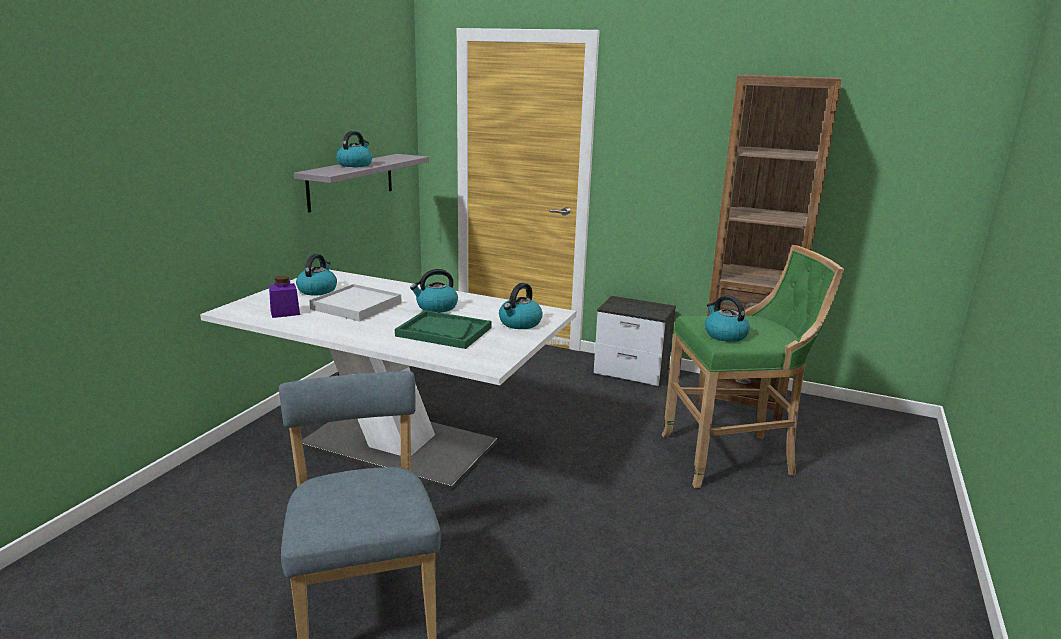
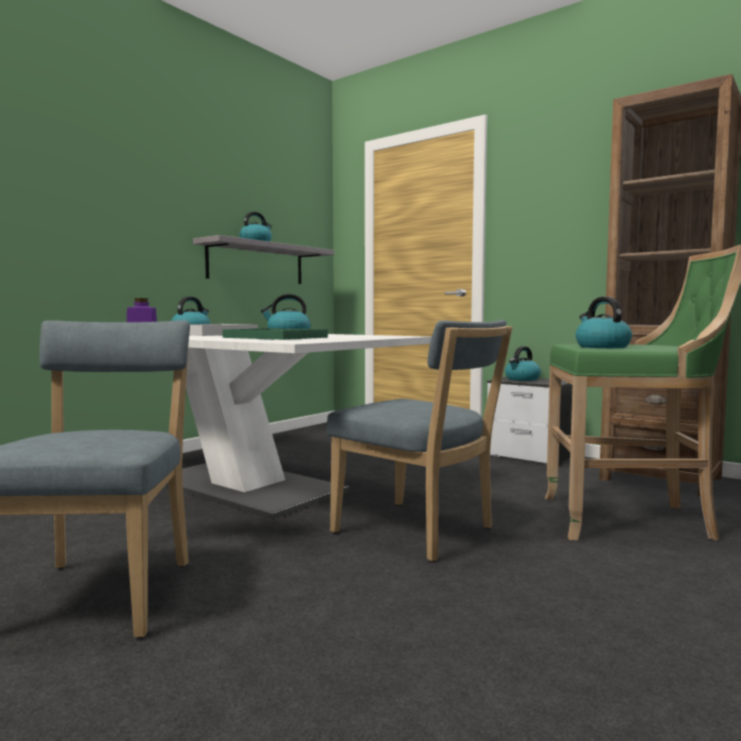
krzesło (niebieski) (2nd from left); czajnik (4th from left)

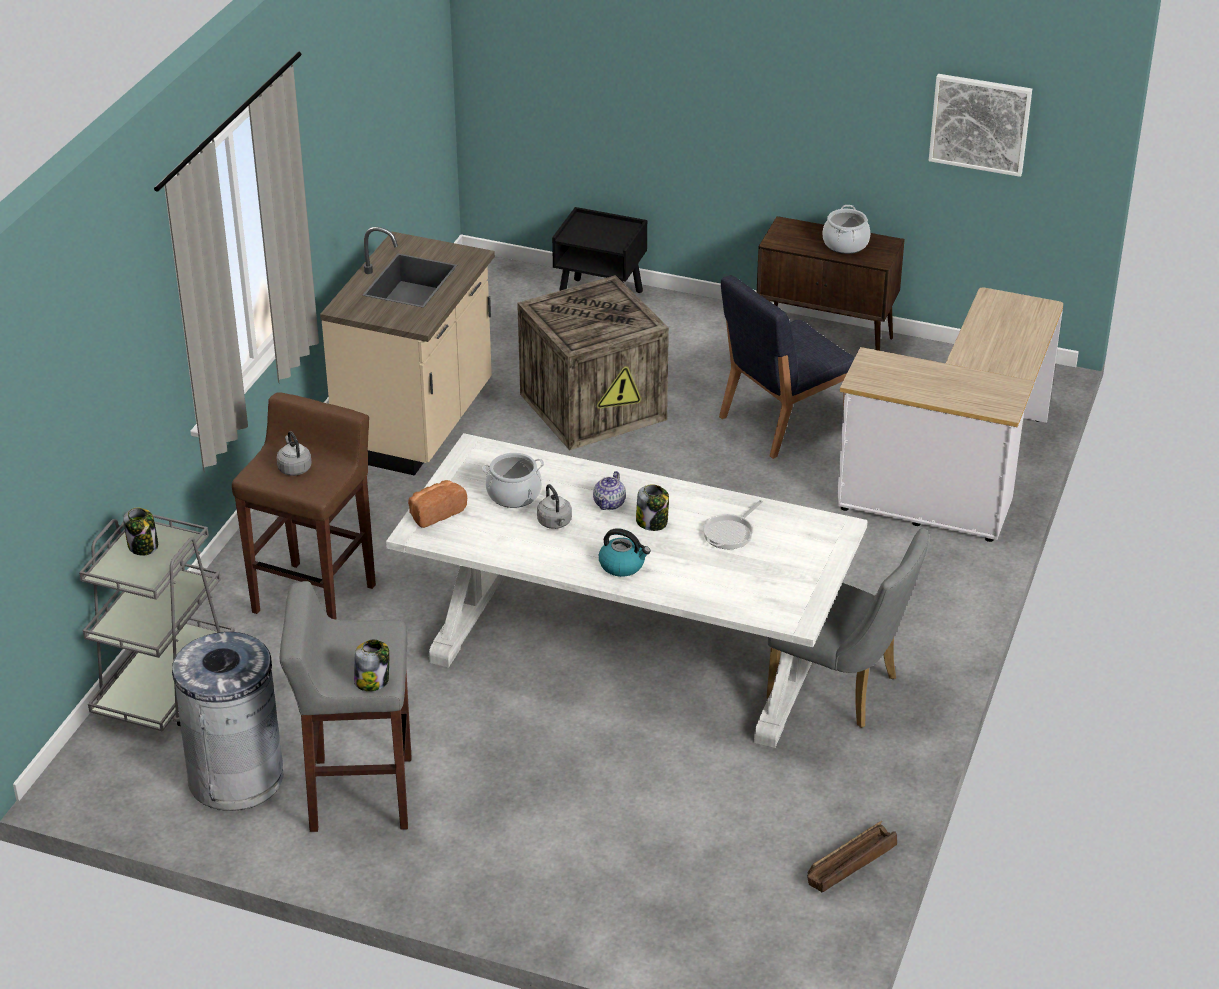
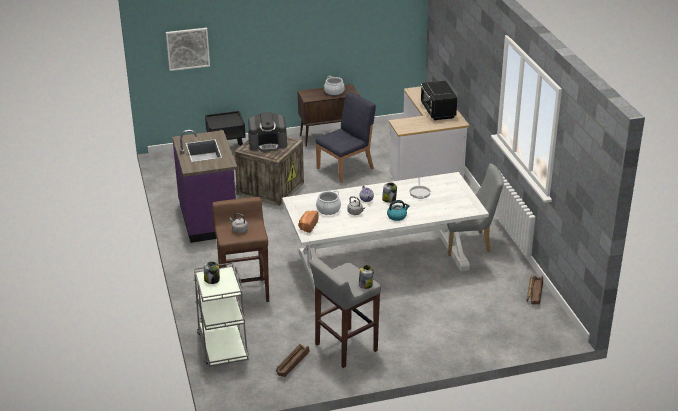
obraz; zabudowa kuchenna (fioletowy); ekspres do kawy; skrzynka (2nd from left); krzesło (niebieski); mikrofalówka (czarny)

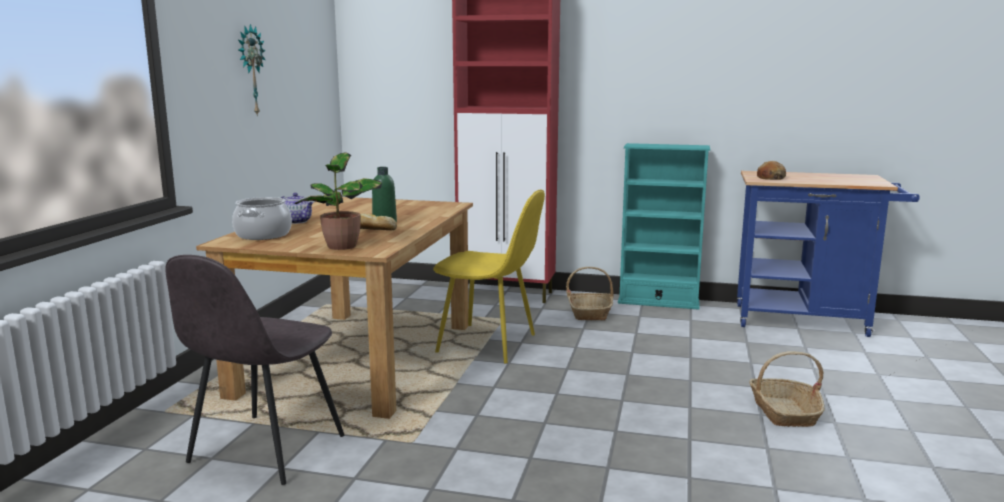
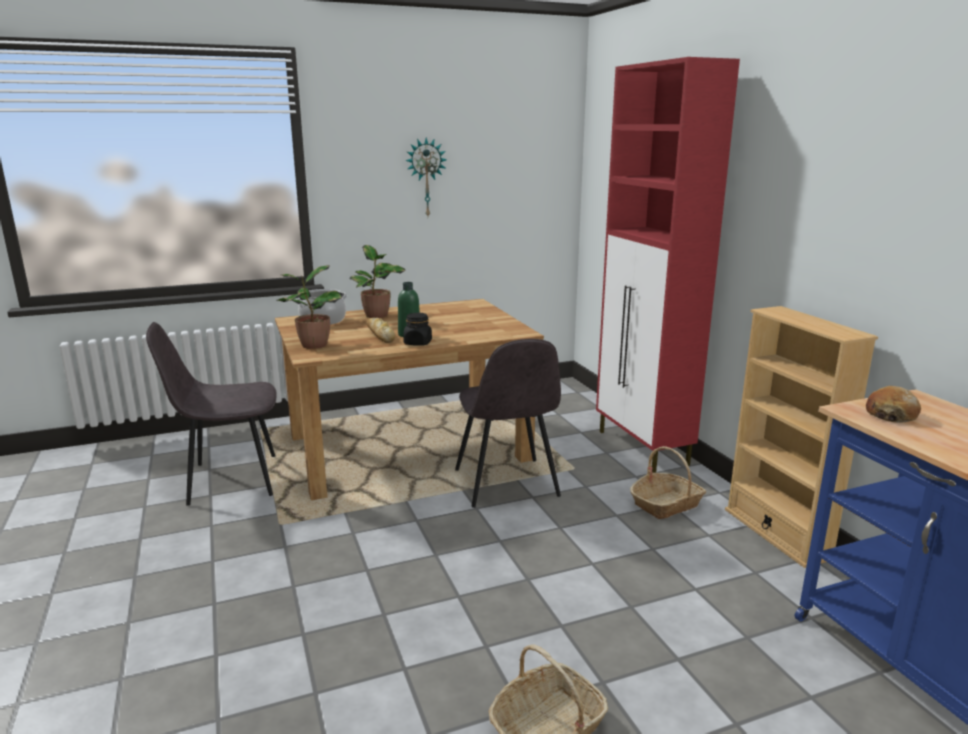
roślina doniczkowa (2nd from left); słoik (czarny); krzesło (szary) (2nd from left); regał (beżowy)

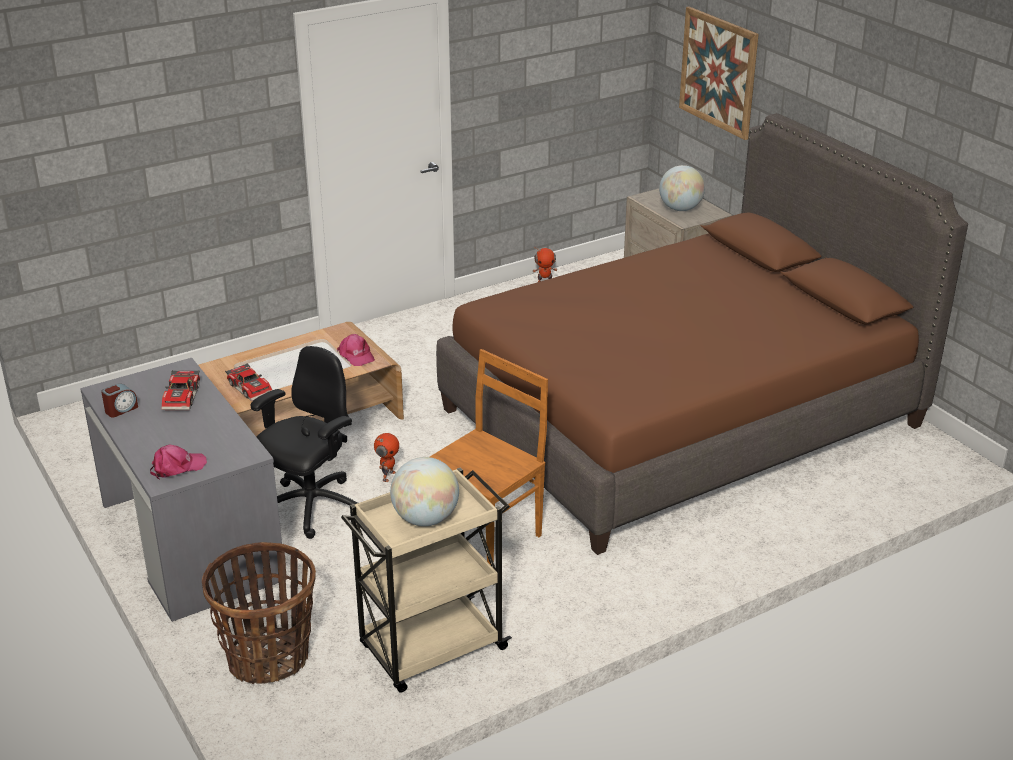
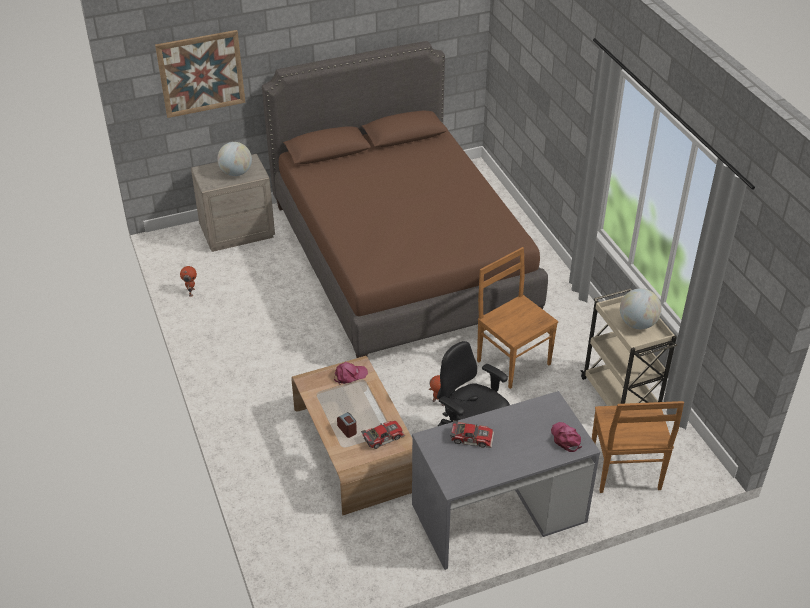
budzik; krzesło (brązowy) (2nd from left)

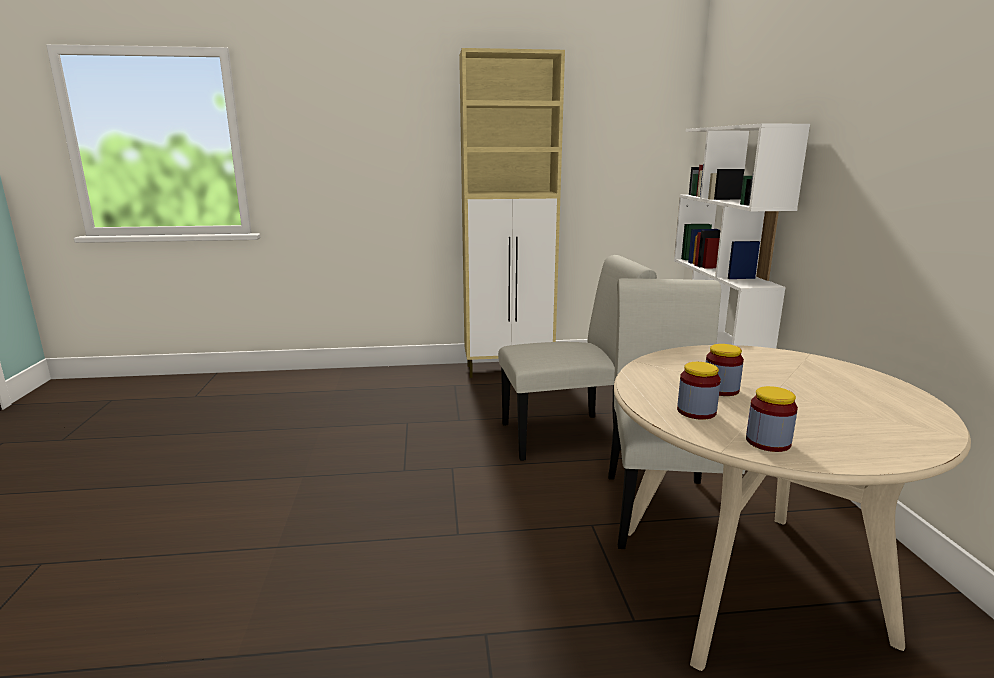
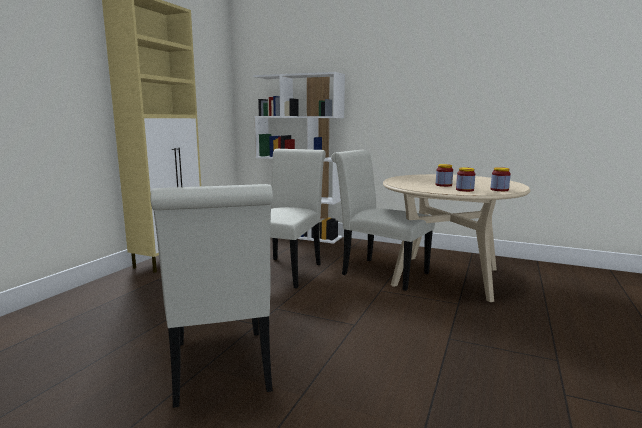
krzesło (biały) (1st from left)

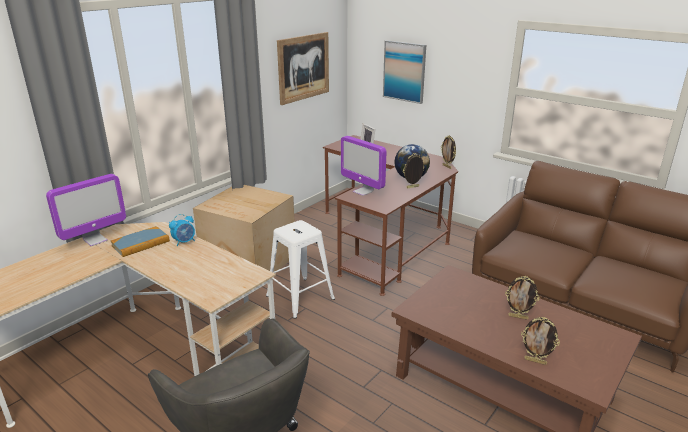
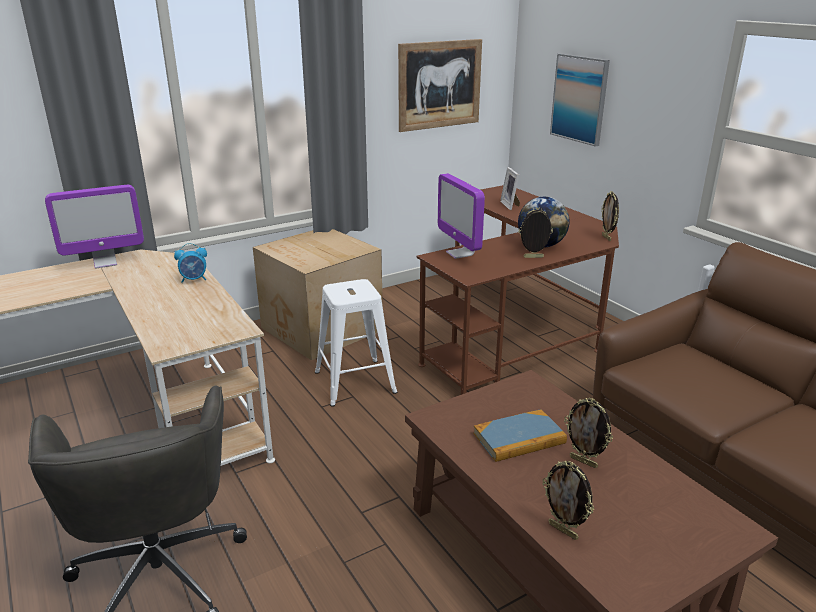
książka

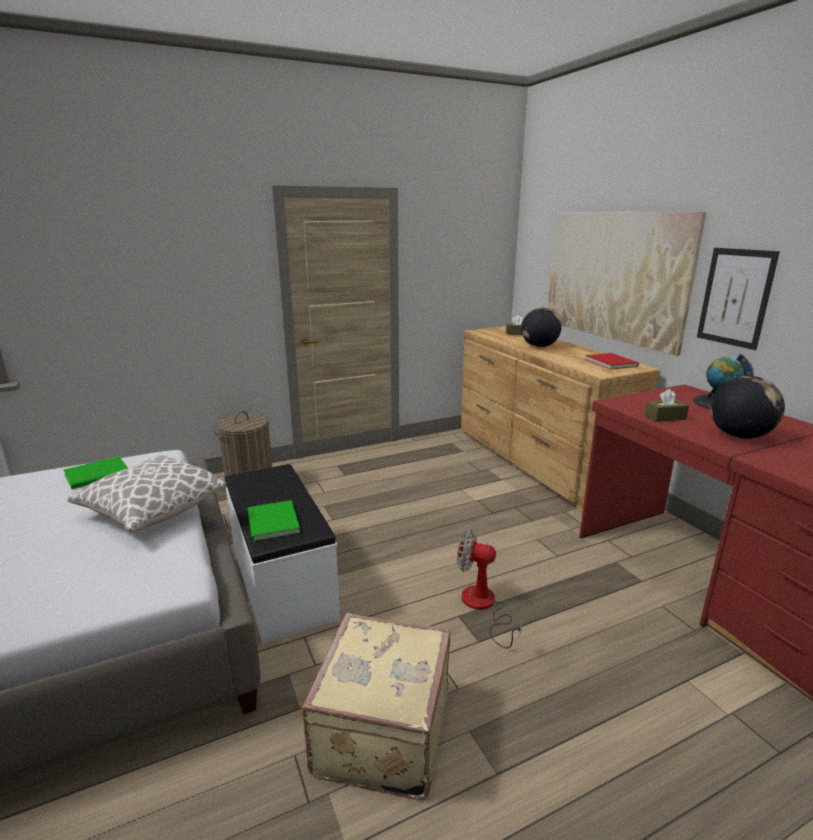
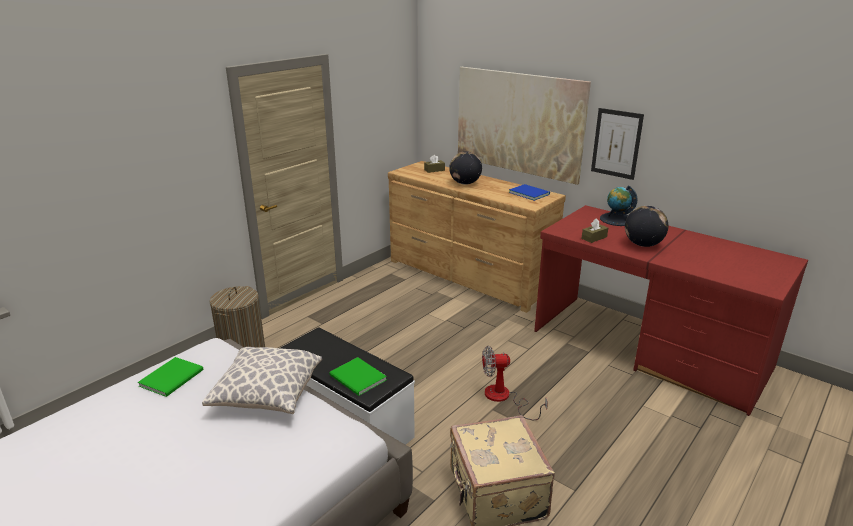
książka (niebieski)

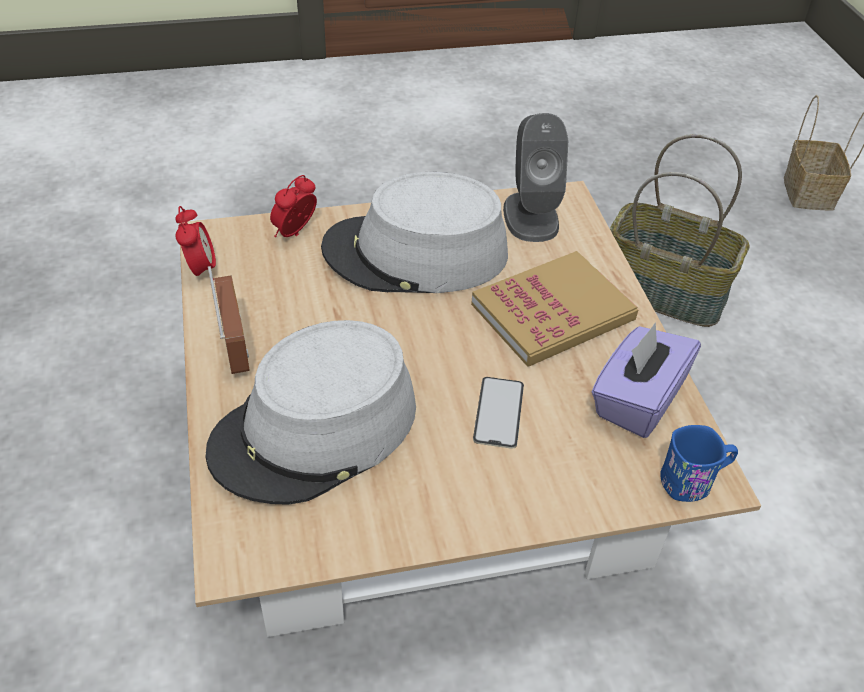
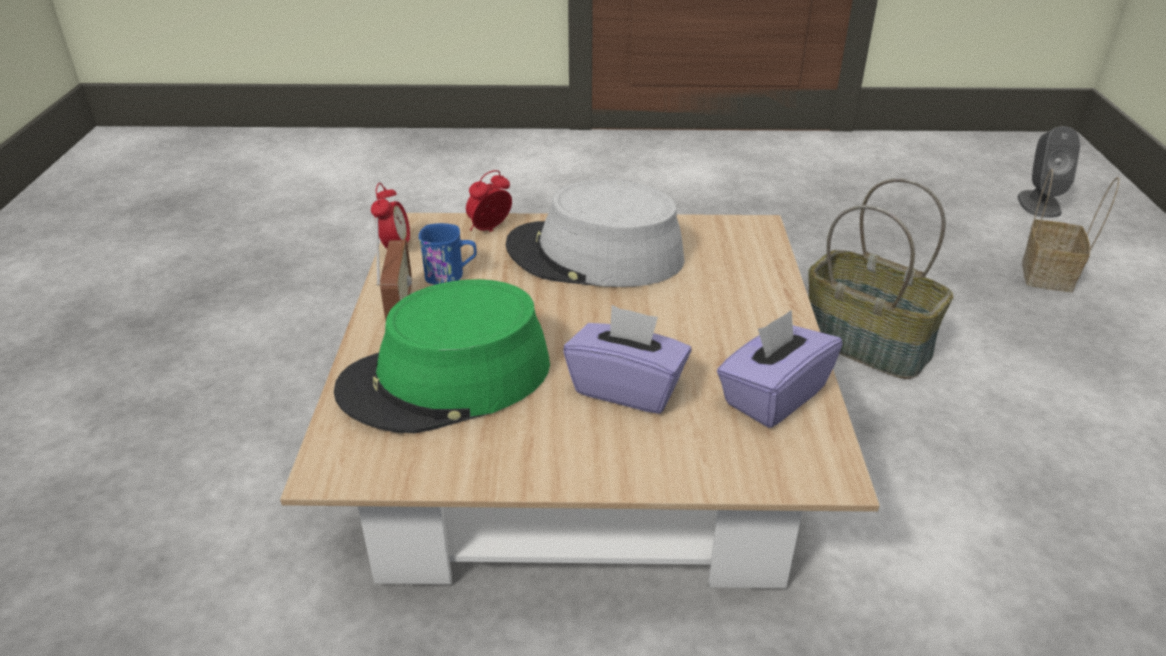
kapelusz (zielony); kubek (niebieski); pudełko chusteczek (fioletowy) (1st from left); głośnik (szary); książka

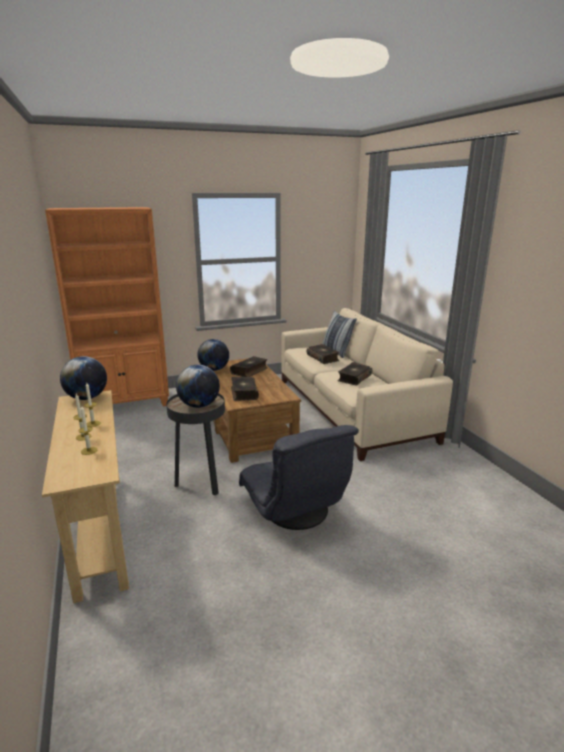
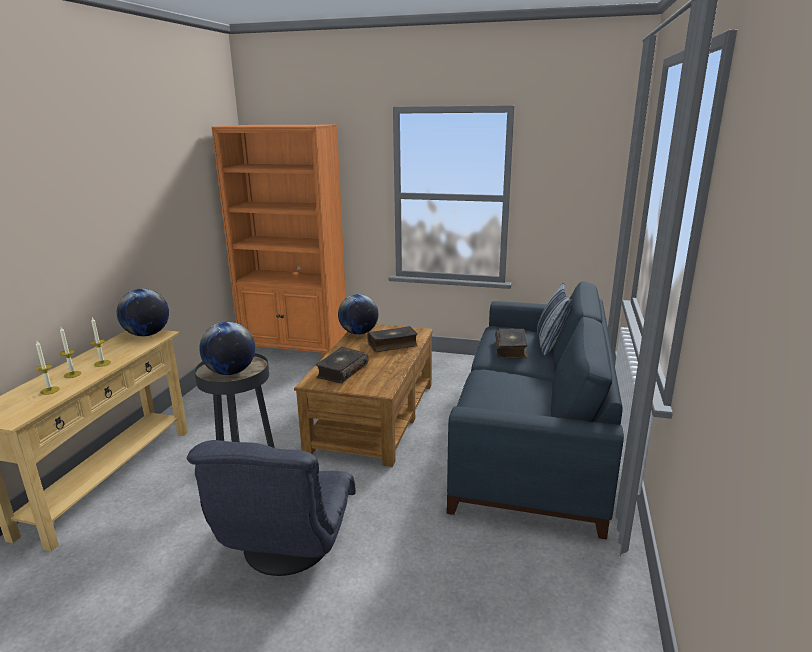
kanapa (niebieski); książka (4th from left in the first image)

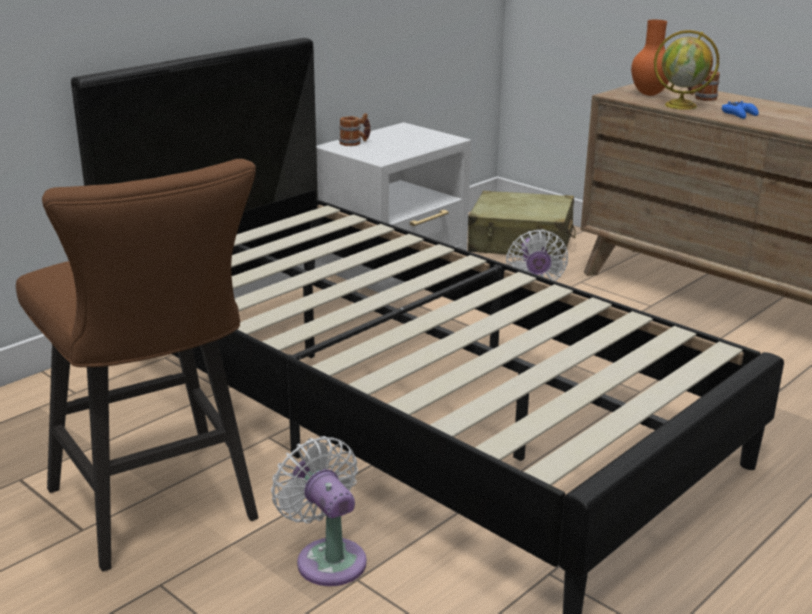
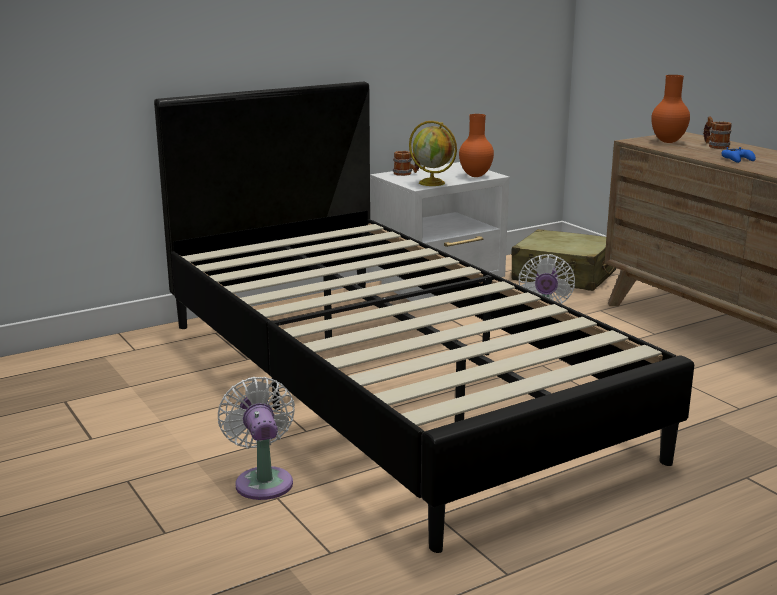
globus; wazon (pomarańczowy) (1st from left); stołek (brązowy)

